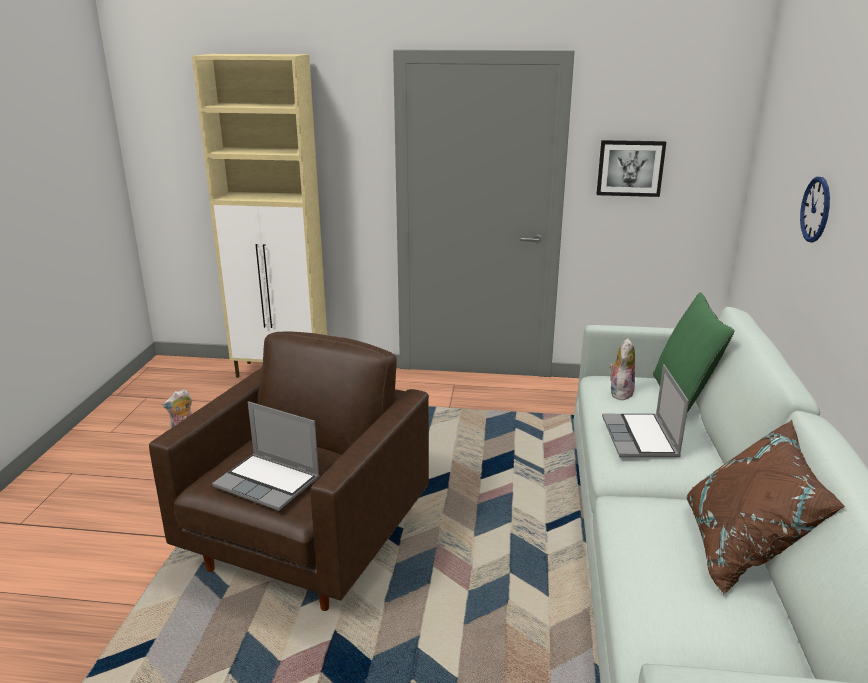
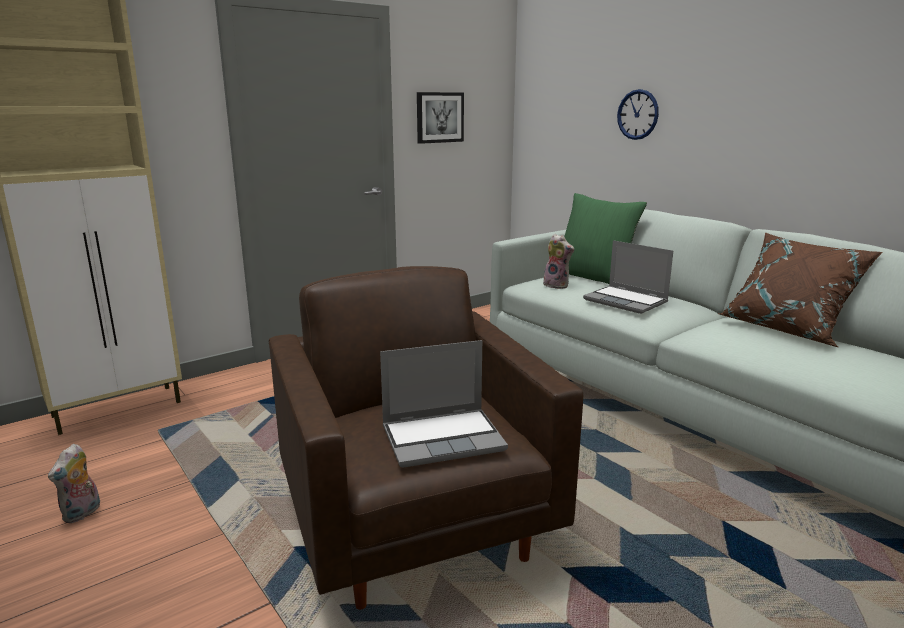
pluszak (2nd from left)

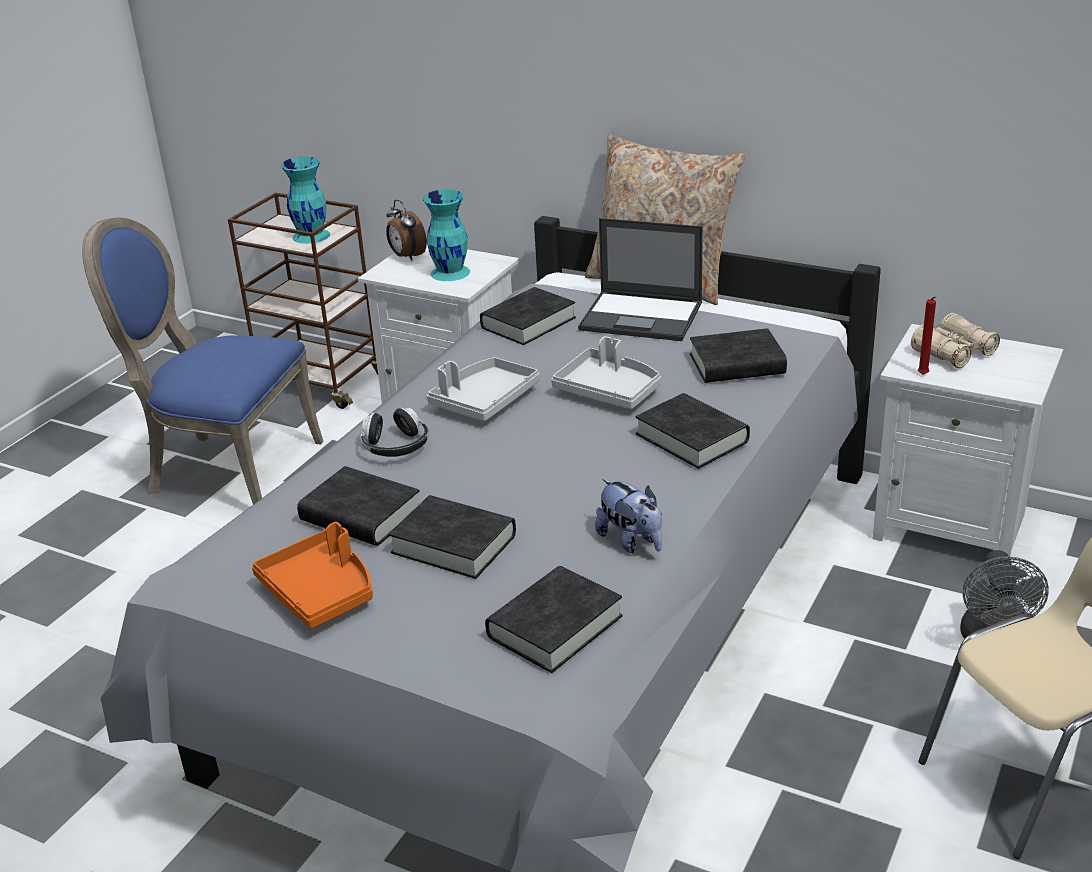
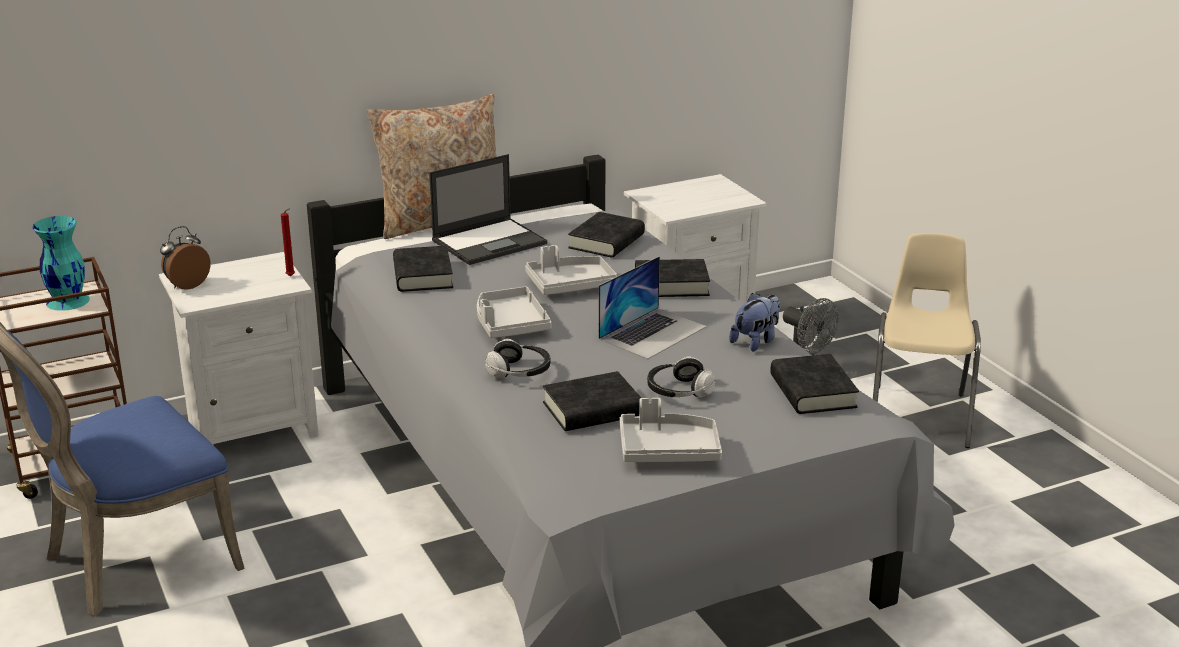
budzik; świeca (czerwony); laptop (2nd from left); taca (szary) (3rd from left); słuchawki (2nd from left); pluszak; wazon (turkusowy) (2nd from left in the first image); lornetka (beżowy)

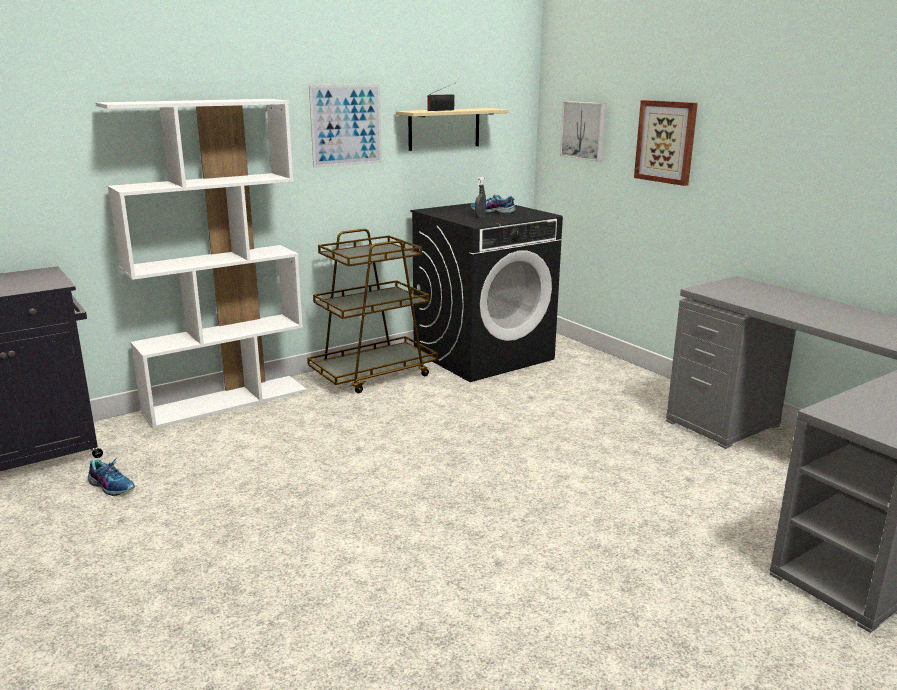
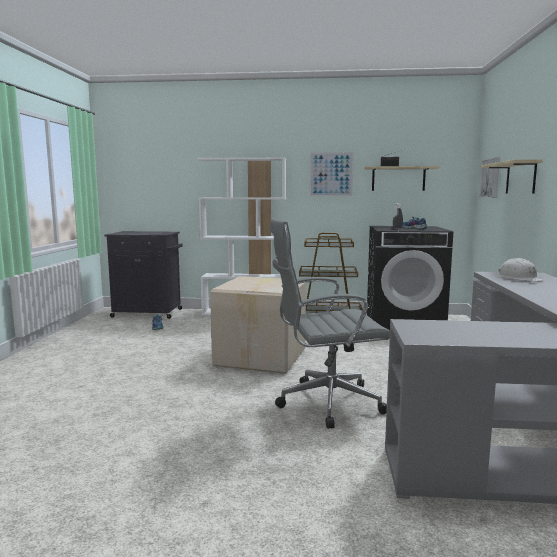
karton; krzesło biurowe (szary); półka (beżowy) (2nd from left); kask (biały)

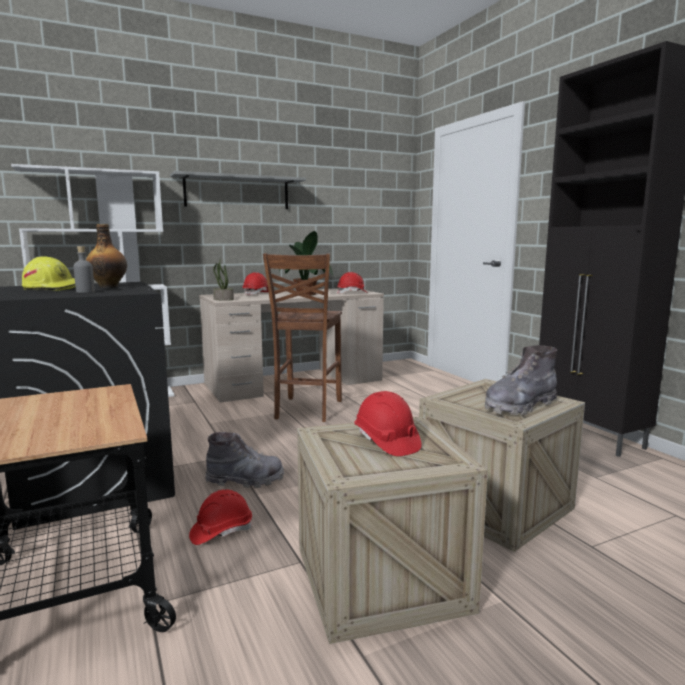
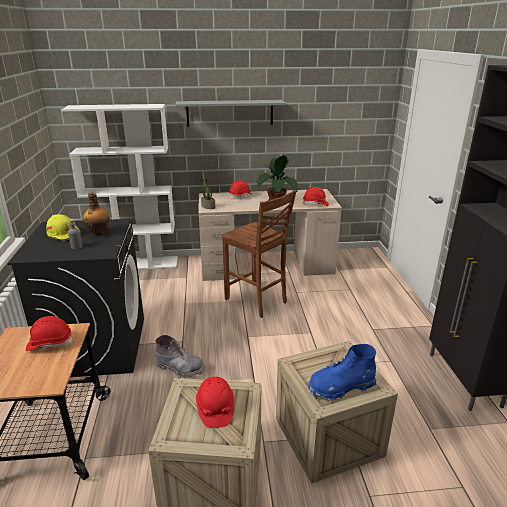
kask (czerwony) (1st from left); krzesło (brązowy); but z cholewką (niebieski)

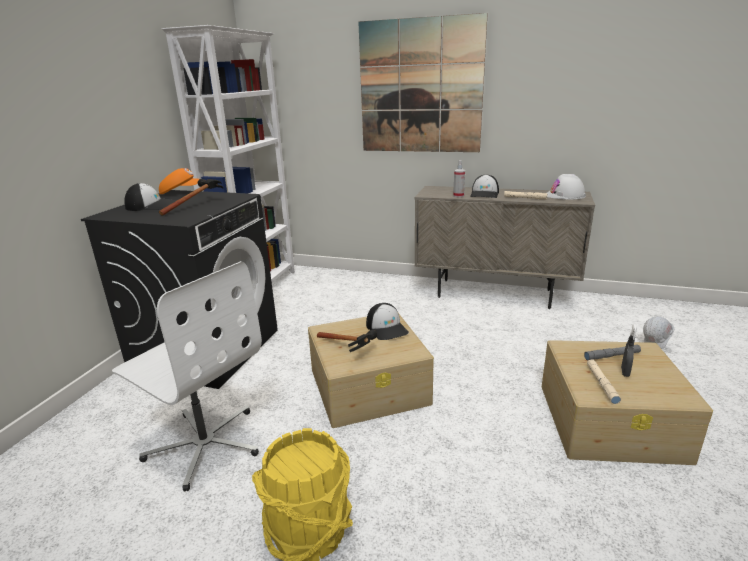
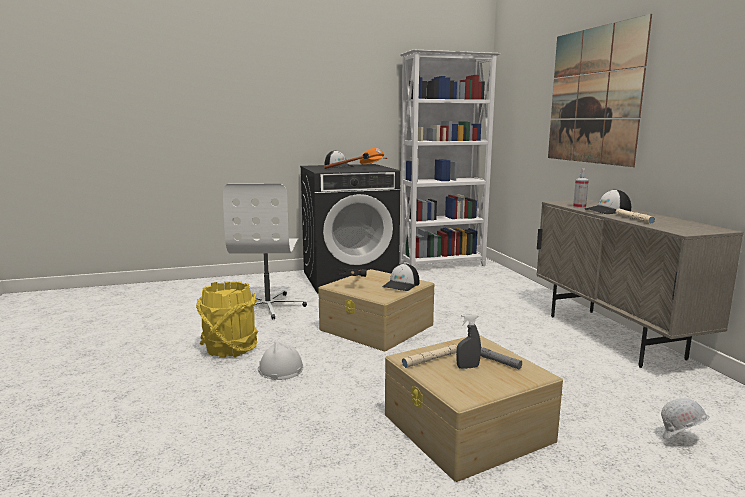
kask (biały) (1st from left)

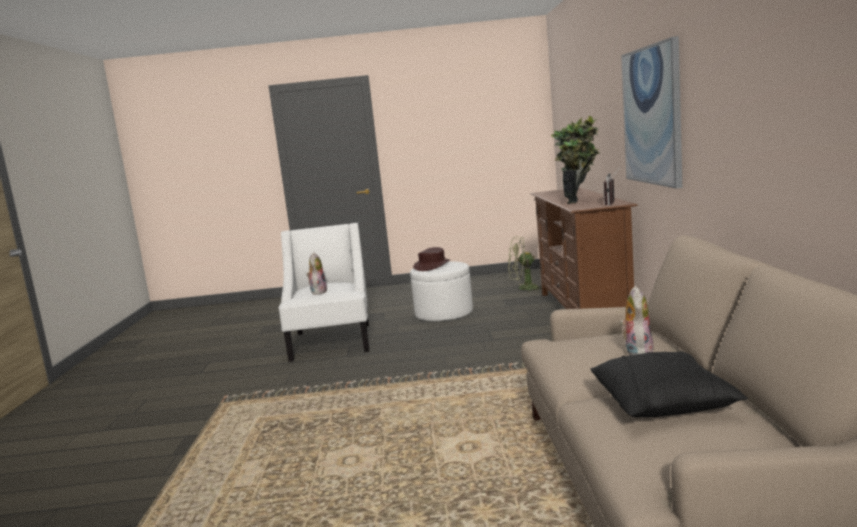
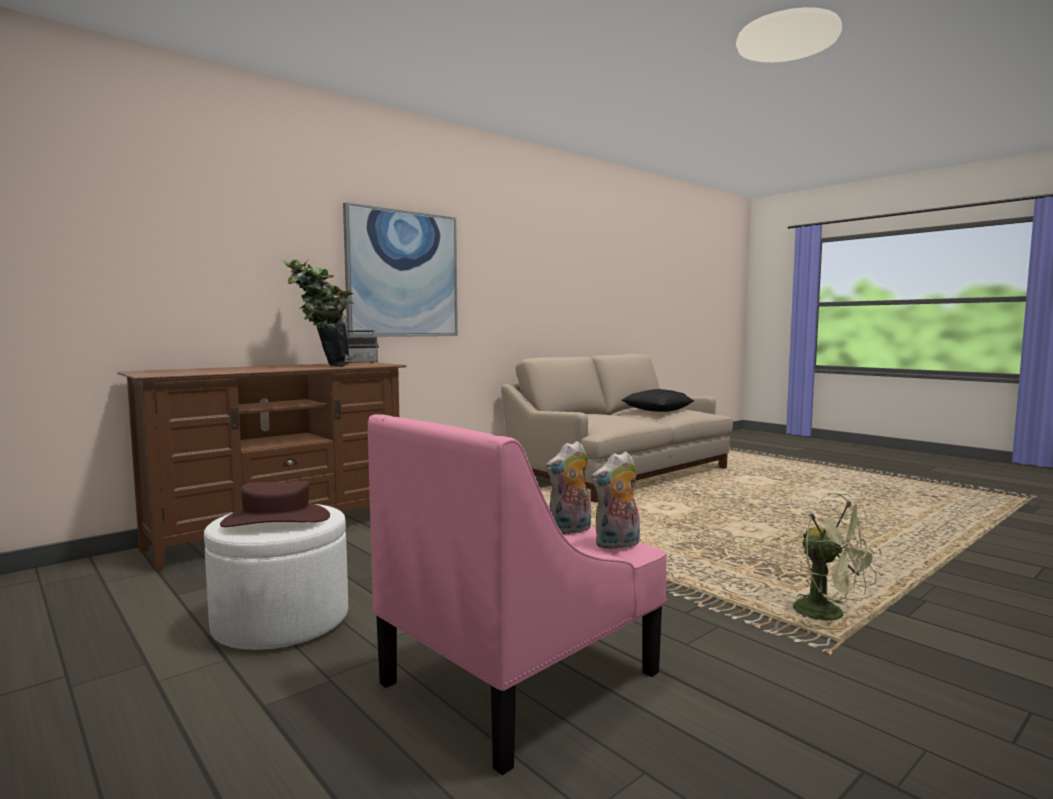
fotel (różowy); pluszak (2nd from left); wentylator (zielony)

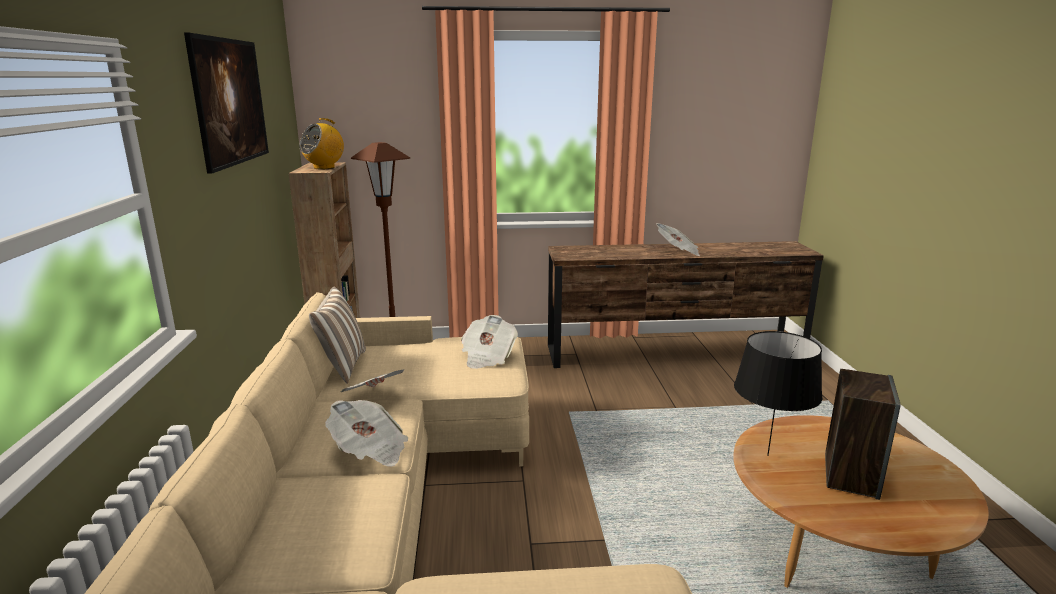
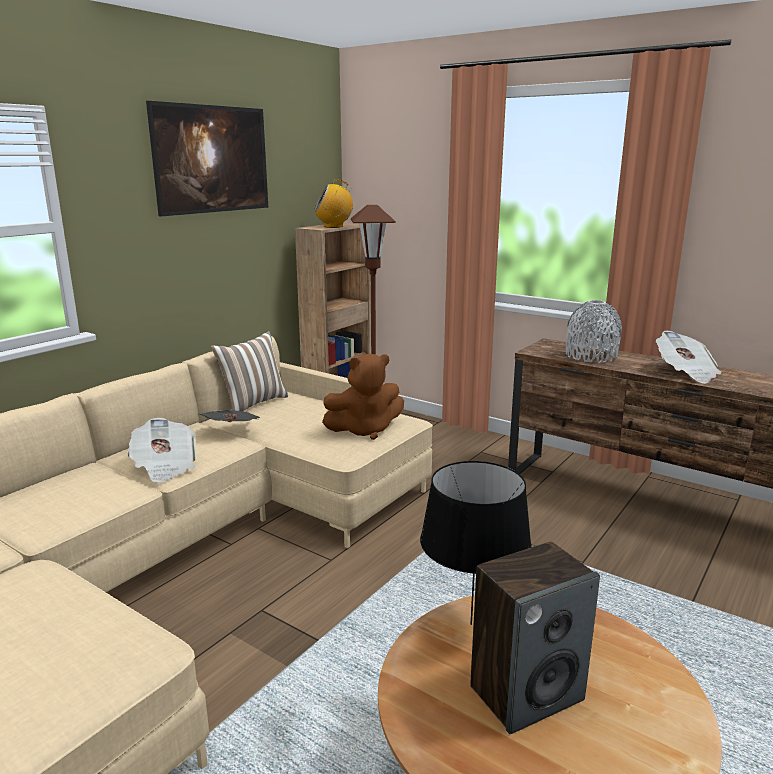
pluszak (brązowy); wazon (szary)

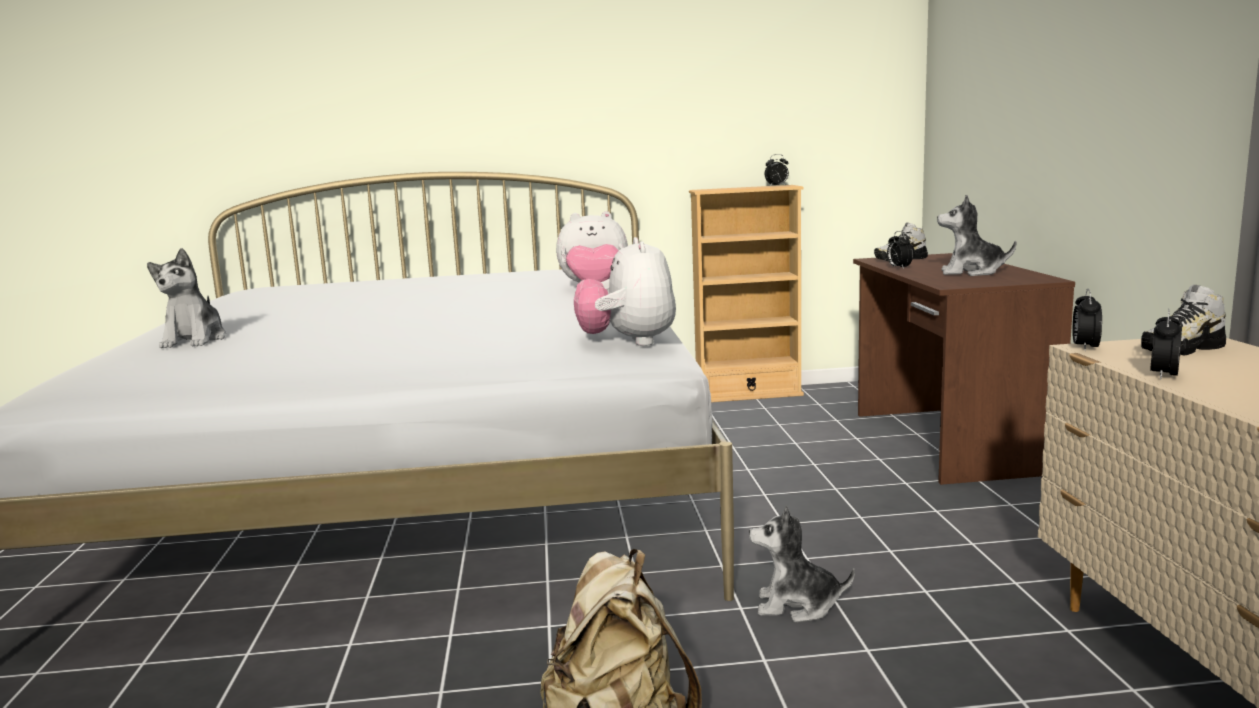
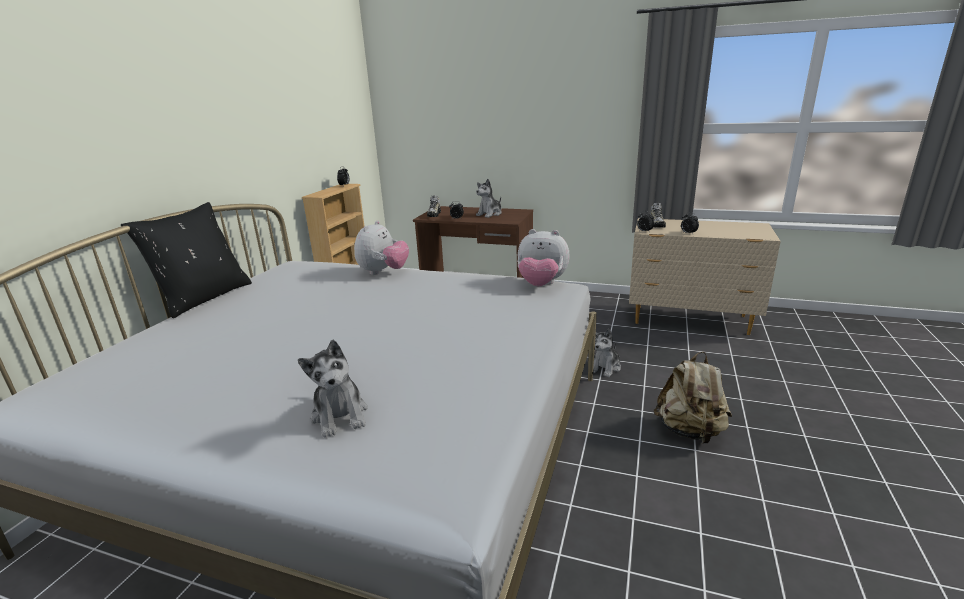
poduszka (czarny); pluszak (1st from left)

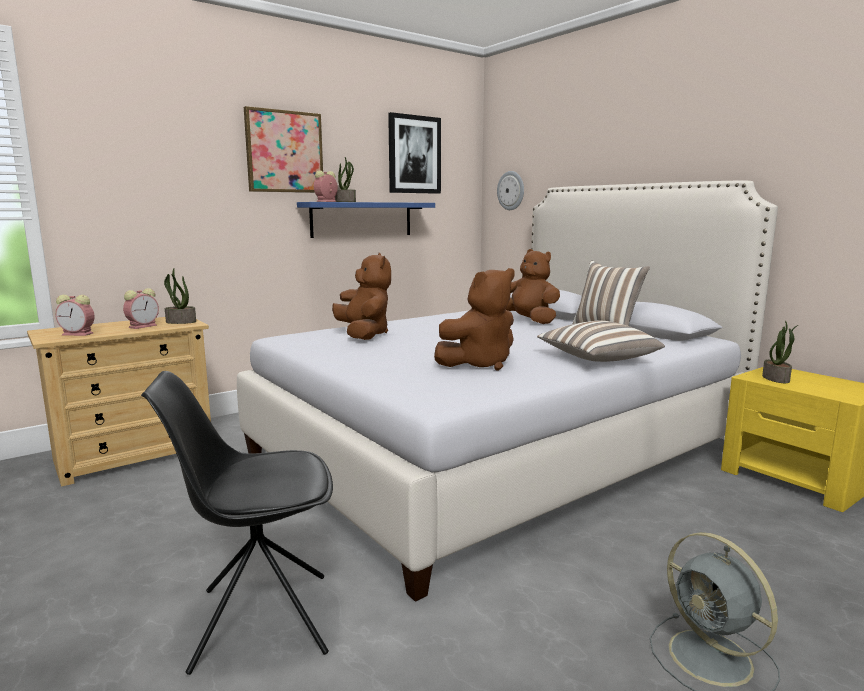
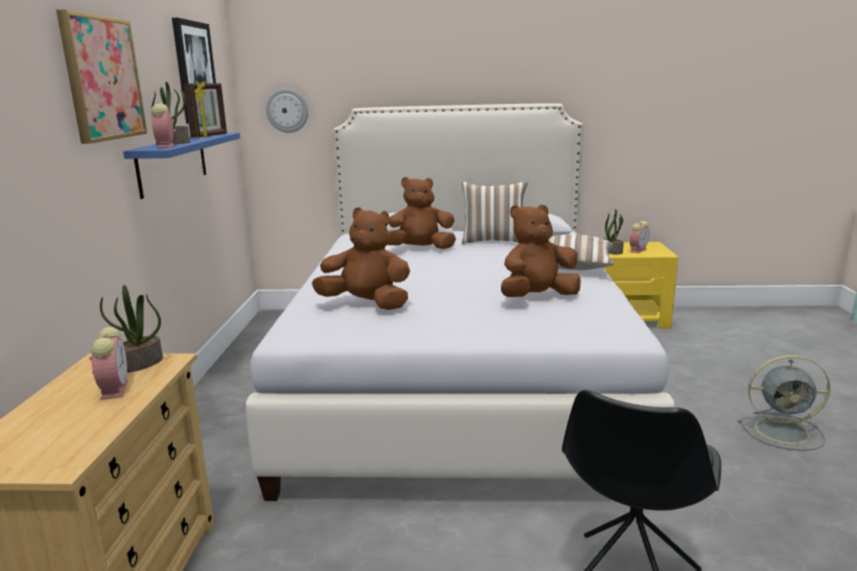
ramka na zdjęcie; pluszak (brązowy) (3rd from left); budzik (3rd from left)

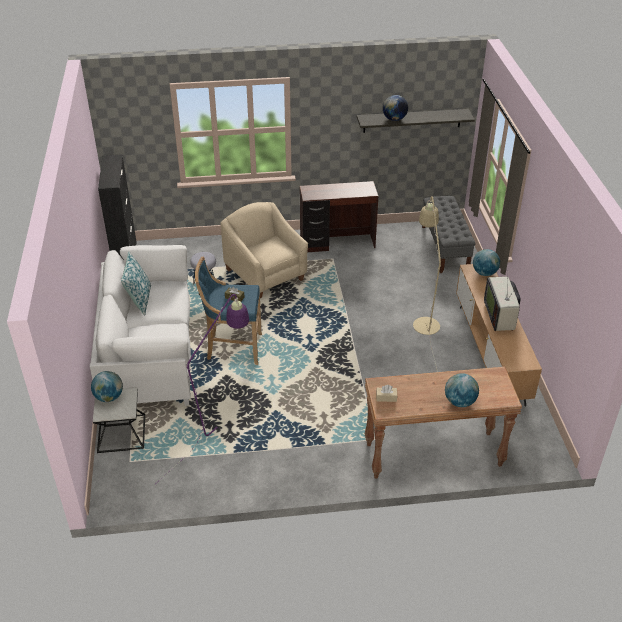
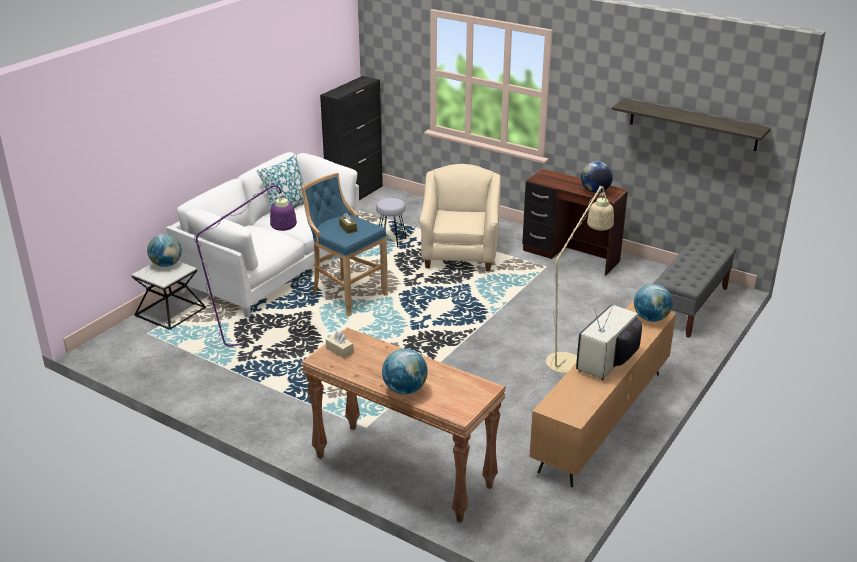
globus (3rd from left)

